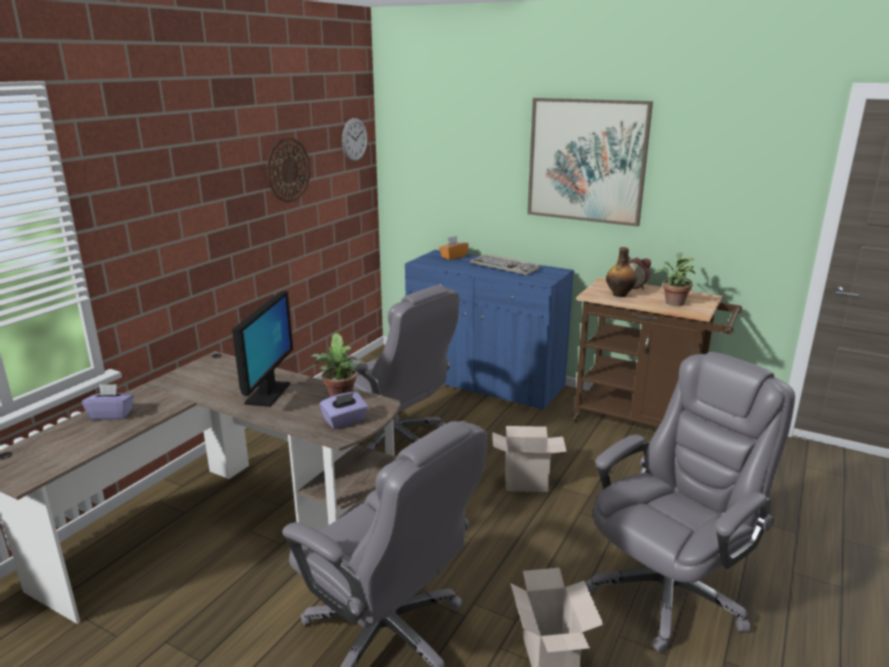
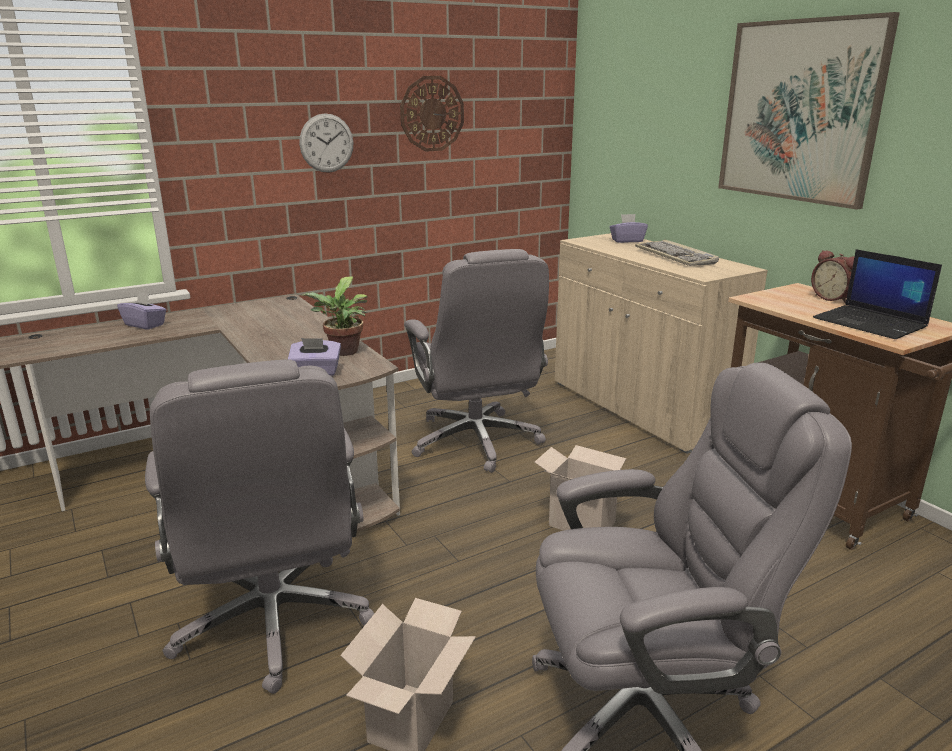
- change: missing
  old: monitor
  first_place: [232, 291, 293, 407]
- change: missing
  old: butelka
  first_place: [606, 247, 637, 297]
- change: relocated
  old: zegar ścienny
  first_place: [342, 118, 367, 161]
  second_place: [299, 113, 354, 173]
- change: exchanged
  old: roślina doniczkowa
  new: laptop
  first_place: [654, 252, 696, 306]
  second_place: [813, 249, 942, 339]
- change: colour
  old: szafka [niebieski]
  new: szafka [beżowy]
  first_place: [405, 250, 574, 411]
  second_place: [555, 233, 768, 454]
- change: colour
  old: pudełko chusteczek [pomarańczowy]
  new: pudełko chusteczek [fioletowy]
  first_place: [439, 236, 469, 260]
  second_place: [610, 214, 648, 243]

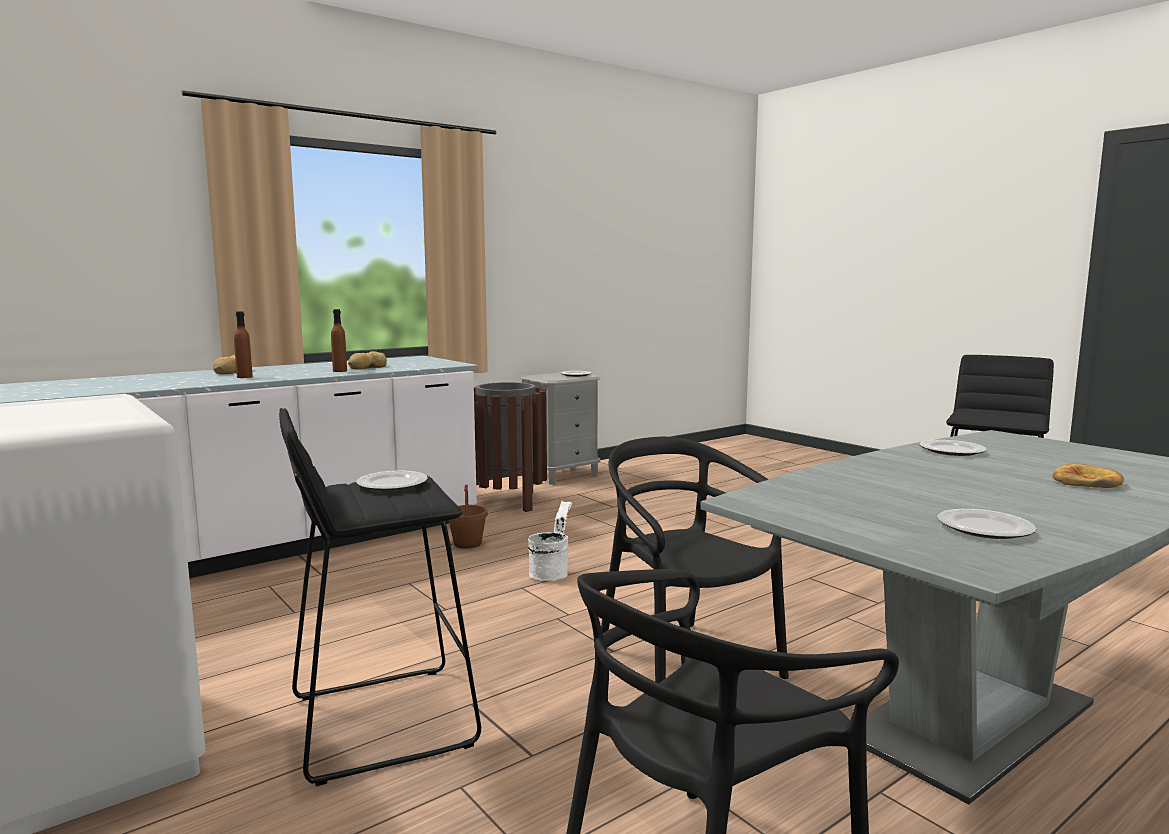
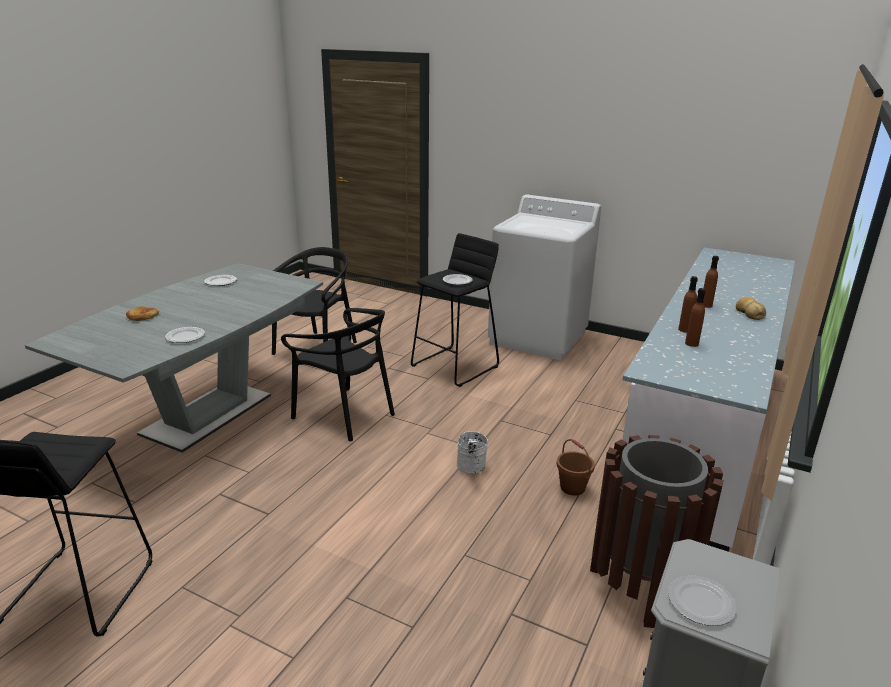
- change: exchanged
  old: chleb
  new: butelka [brązowy]
  first_place: [348, 351, 387, 369]
  second_place: [685, 288, 706, 347]

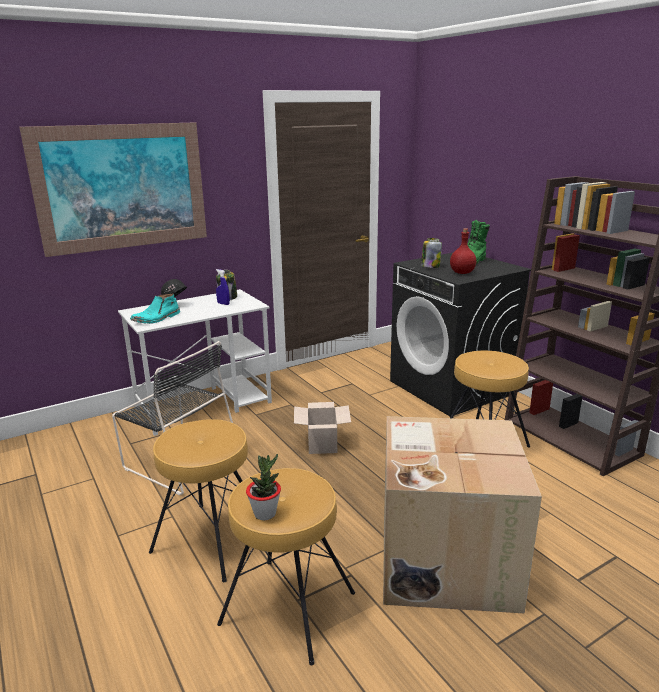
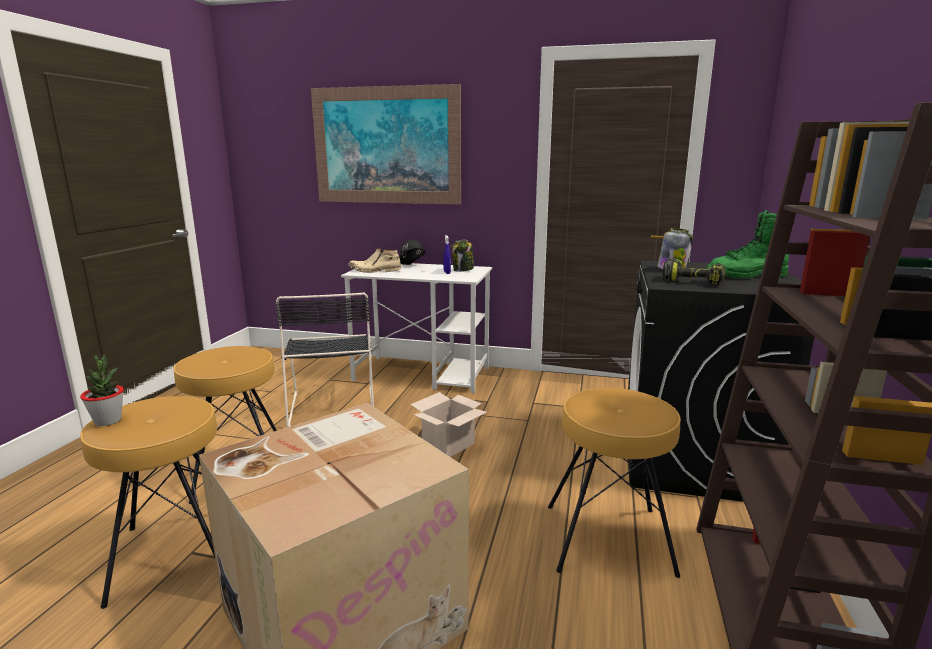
- change: exchanged
  old: butelka [czerwony]
  new: wiertarka
  first_place: [450, 228, 476, 274]
  second_place: [662, 258, 726, 285]
- change: colour
  old: but z cholewką [turkusowy]
  new: but z cholewką [beżowy]
  first_place: [130, 293, 180, 324]
  second_place: [348, 248, 402, 273]

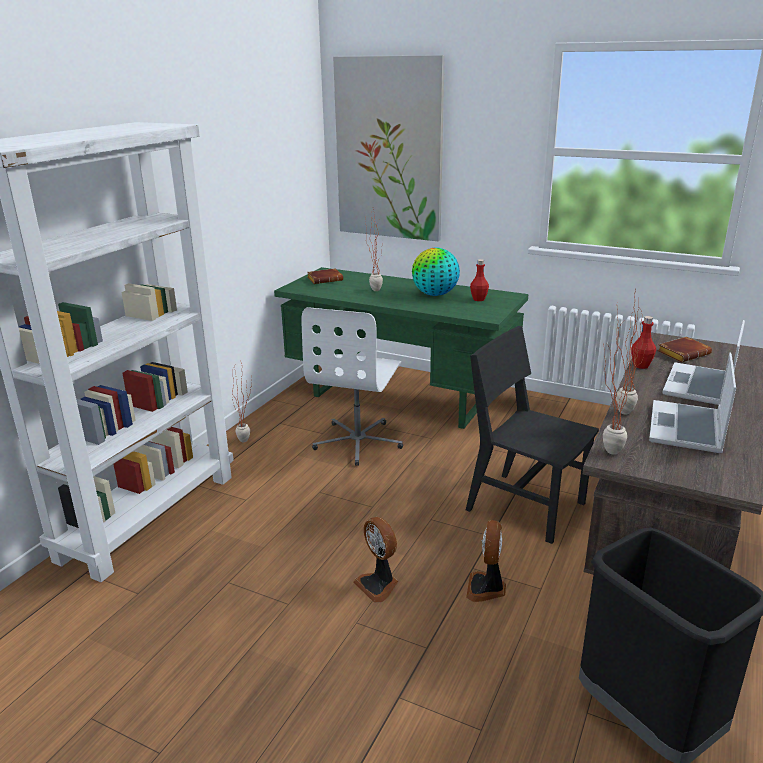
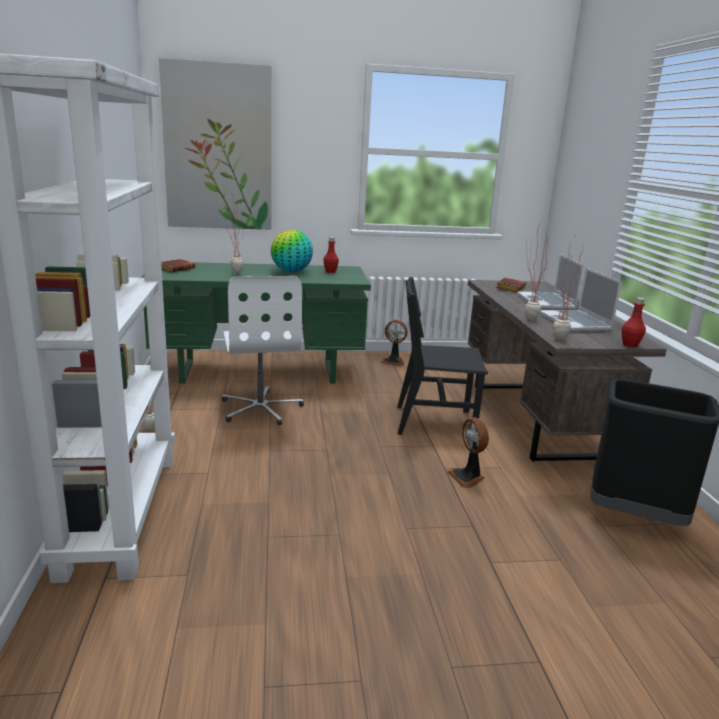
- change: relocated
  old: wentylator
  first_place: [354, 517, 398, 603]
  second_place: [380, 320, 408, 366]
- change: relocated
  old: butelka [czerwony]
  first_place: [631, 316, 656, 369]
  second_place: [622, 297, 646, 348]

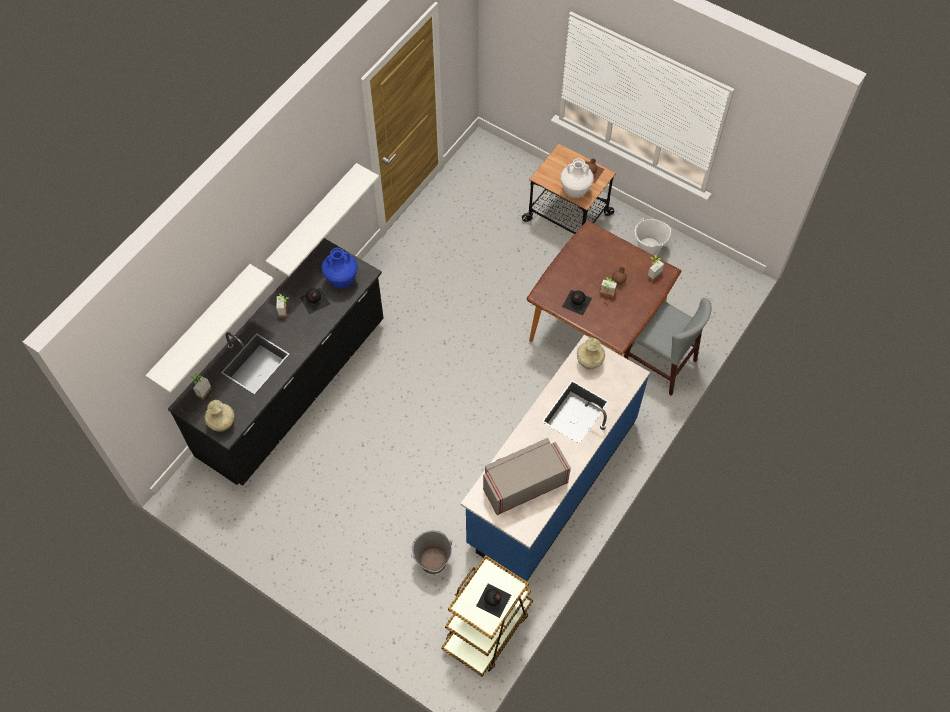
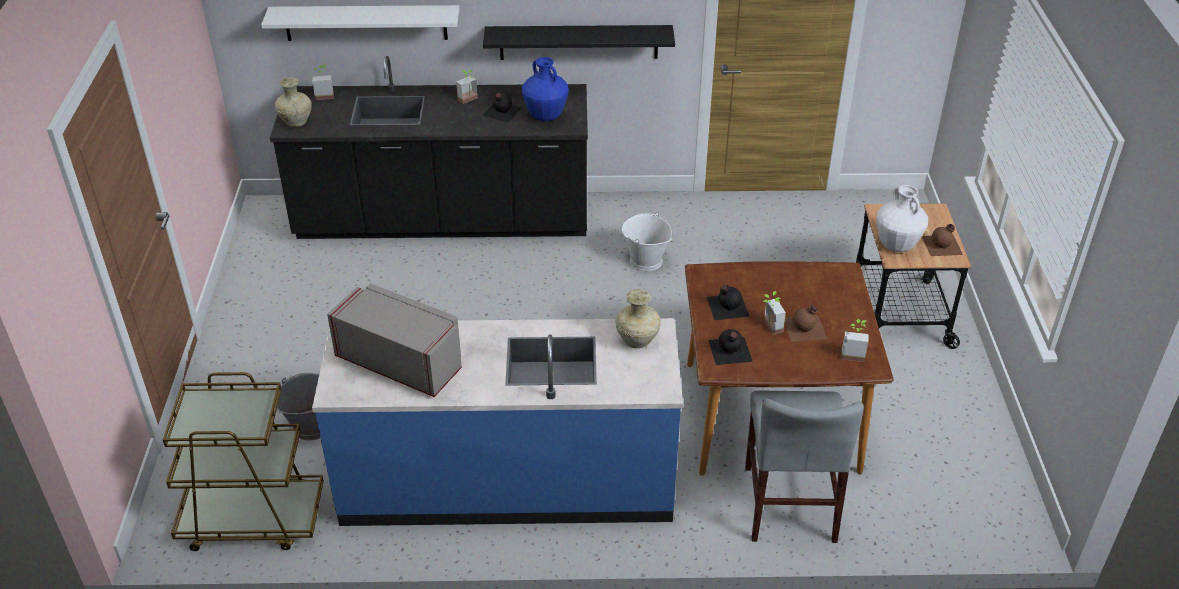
- change: relocated
  old: butelka [czarny]
  first_place: [476, 584, 511, 618]
  second_place: [708, 329, 753, 365]
- change: relocated
  old: wiadro [biały]
  first_place: [635, 218, 671, 256]
  second_place: [622, 212, 672, 272]
- change: colour
  old: półka [biały]
  new: półka [czarny]
  first_place: [266, 163, 379, 276]
  second_place: [483, 25, 675, 60]

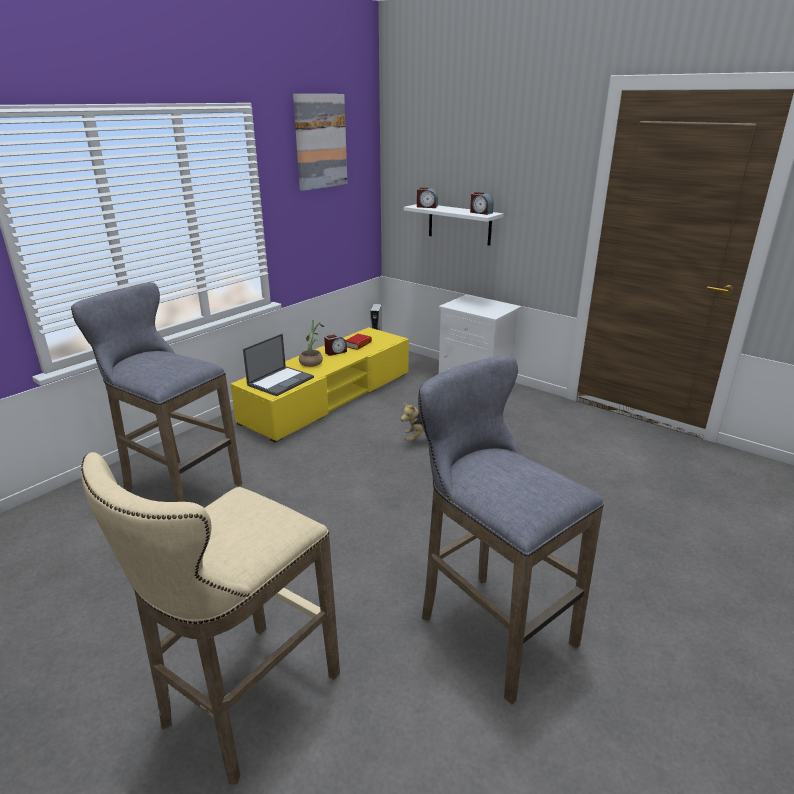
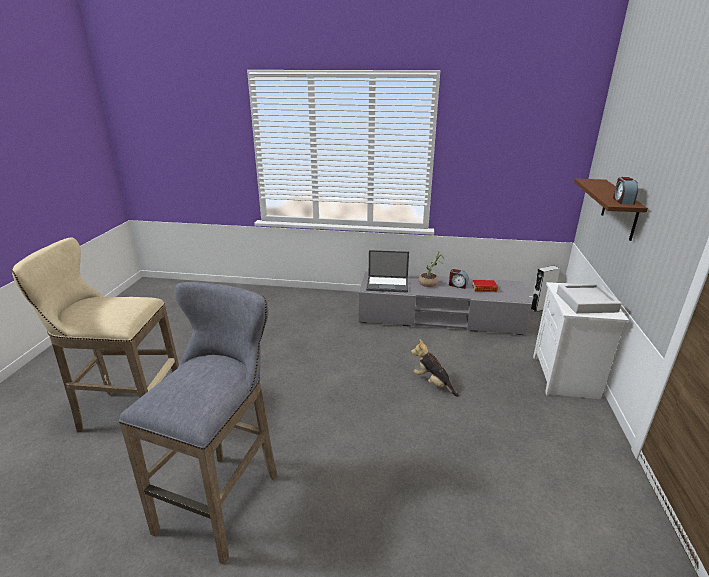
- change: missing
  old: stołek [szary]
  first_place: [71, 282, 242, 502]
- change: missing
  old: obraz
  first_place: [293, 94, 347, 191]
- change: missing
  old: budzik
  first_place: [417, 188, 438, 208]
- change: appeared
  new: taca [szary]
  second_place: [557, 284, 622, 313]
- change: colour
  old: szafka pod telewizor [żółty]
  new: szafka pod telewizor [szary]
  first_place: [230, 327, 409, 442]
  second_place: [359, 272, 532, 335]
- change: colour
  old: półka [biały]
  new: półka [brązowy]
  first_place: [404, 204, 503, 246]
  second_place: [574, 179, 648, 241]

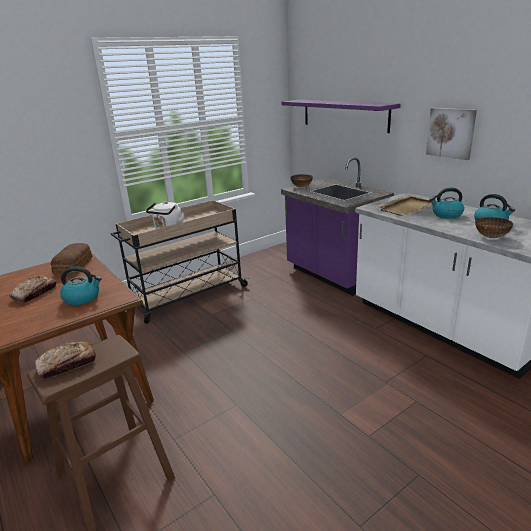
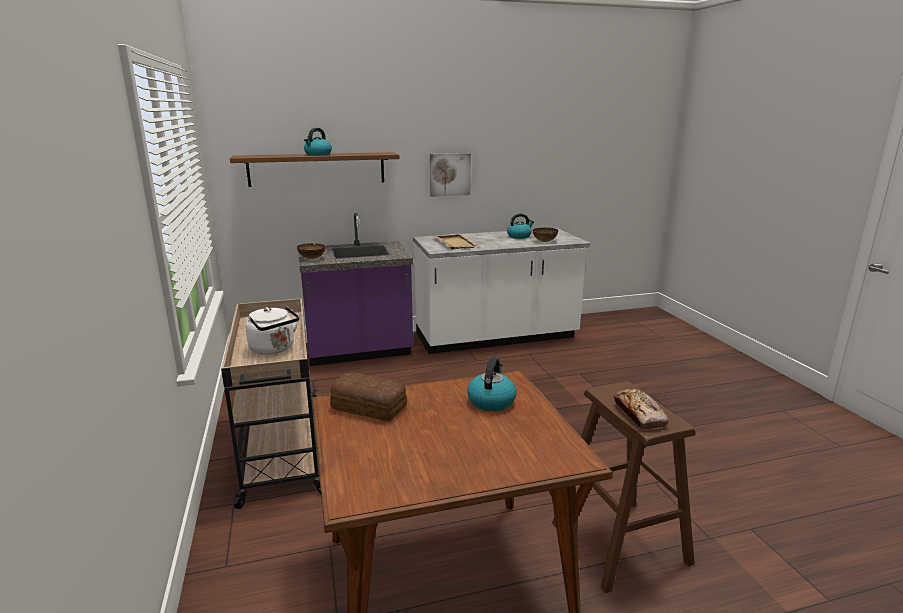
- change: missing
  old: chleb
  first_place: [9, 276, 56, 303]
- change: relocated
  old: czajnik
  first_place: [429, 187, 464, 219]
  second_place: [304, 128, 332, 156]
- change: colour
  old: półka [fioletowy]
  new: półka [brązowy]
  first_place: [281, 100, 401, 133]
  second_place: [230, 152, 399, 187]

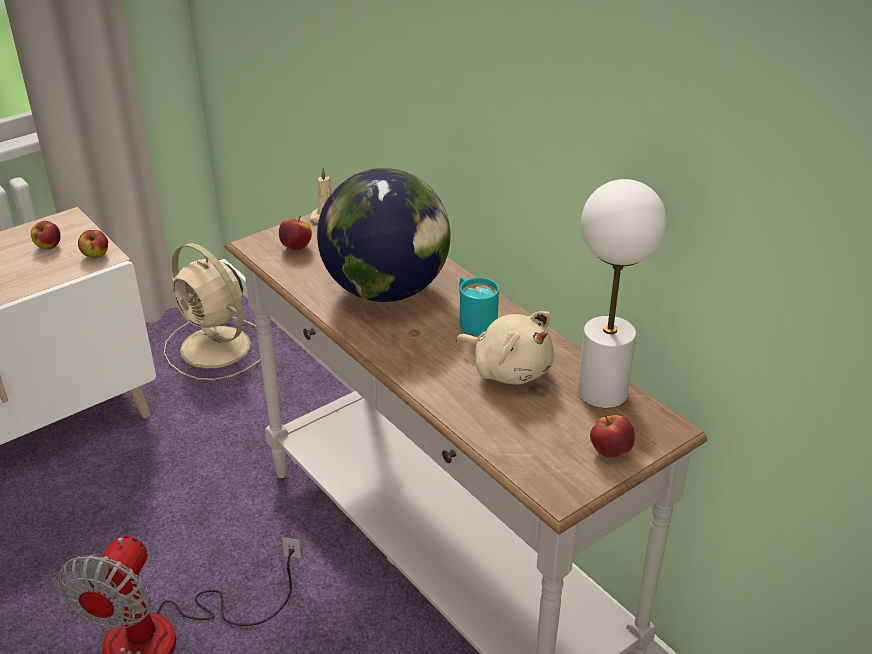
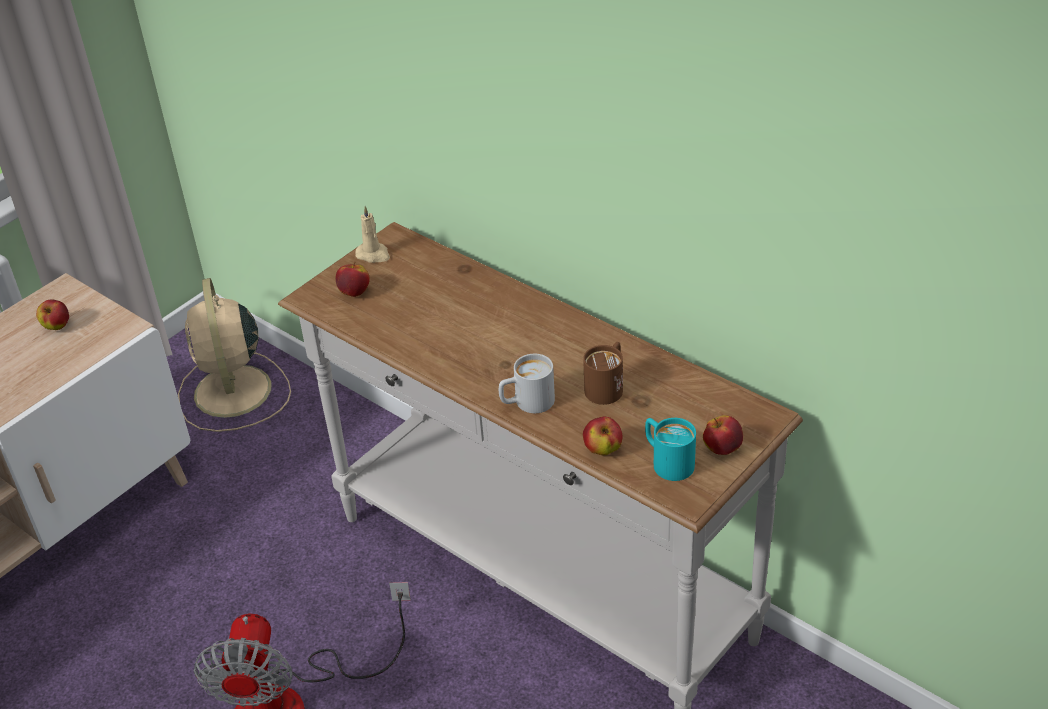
- change: missing
  old: globus
  first_place: [317, 168, 450, 302]
- change: missing
  old: lampa stołowa [biały]
  first_place: [578, 179, 666, 408]
- change: appeared
  new: kubek [biały]
  second_place: [499, 354, 555, 413]
- change: relocated
  old: jabłko
  first_place: [78, 230, 108, 258]
  second_place: [583, 416, 623, 455]
- change: relocated
  old: kubek [turkusowy]
  first_place: [459, 276, 499, 336]
  second_place: [645, 418, 696, 481]
- change: exchanged
  old: pluszak [beżowy]
  new: kubek [brązowy]
  first_place: [456, 311, 554, 384]
  second_place: [583, 342, 623, 405]
- change: spun
  old: wentylator [beżowy]
  first_place: [164, 243, 260, 380]
  second_place: [178, 278, 291, 432]
  degrees: 45

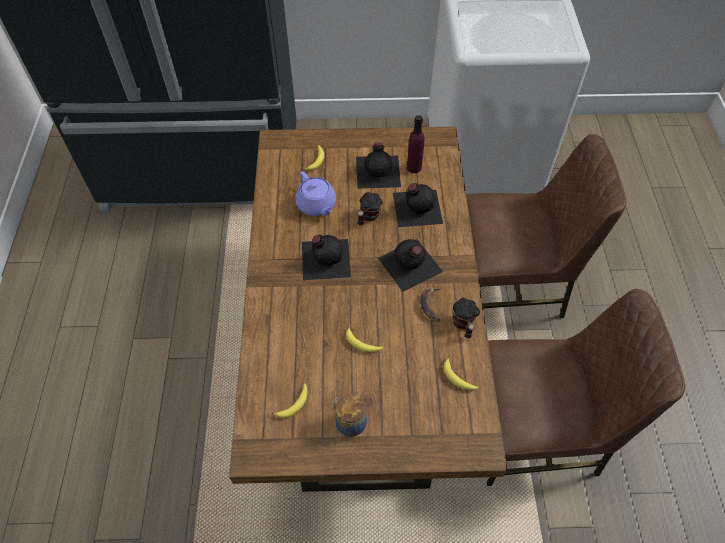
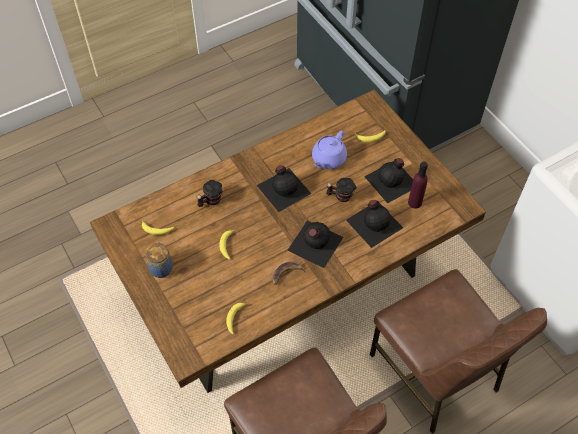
- change: relocated
  old: kubek
  first_place: [452, 298, 480, 338]
  second_place: [196, 180, 222, 207]

